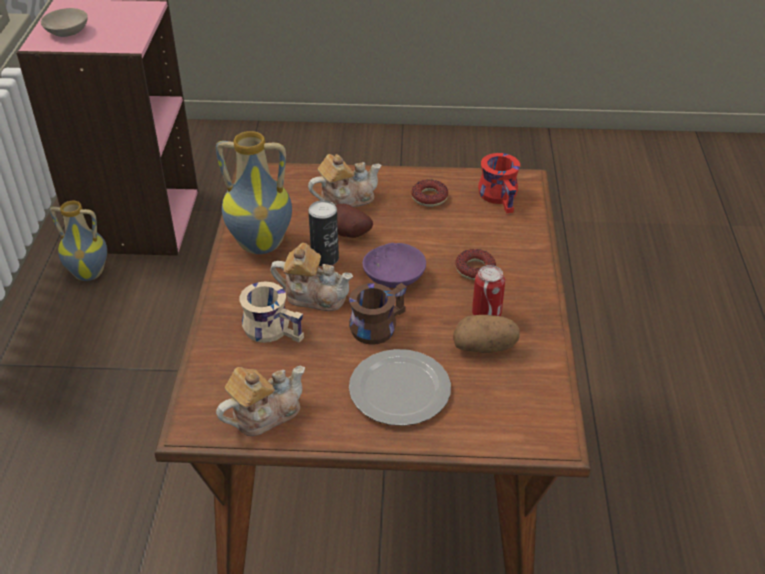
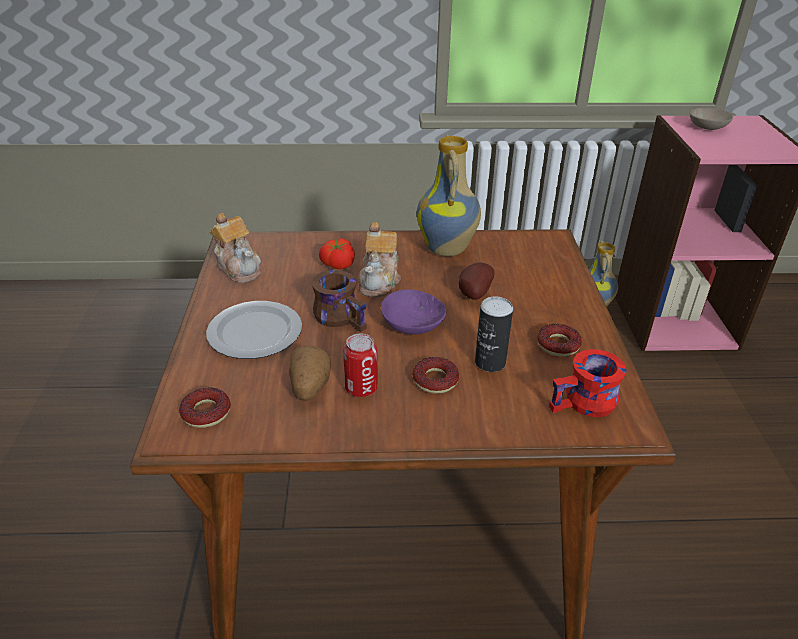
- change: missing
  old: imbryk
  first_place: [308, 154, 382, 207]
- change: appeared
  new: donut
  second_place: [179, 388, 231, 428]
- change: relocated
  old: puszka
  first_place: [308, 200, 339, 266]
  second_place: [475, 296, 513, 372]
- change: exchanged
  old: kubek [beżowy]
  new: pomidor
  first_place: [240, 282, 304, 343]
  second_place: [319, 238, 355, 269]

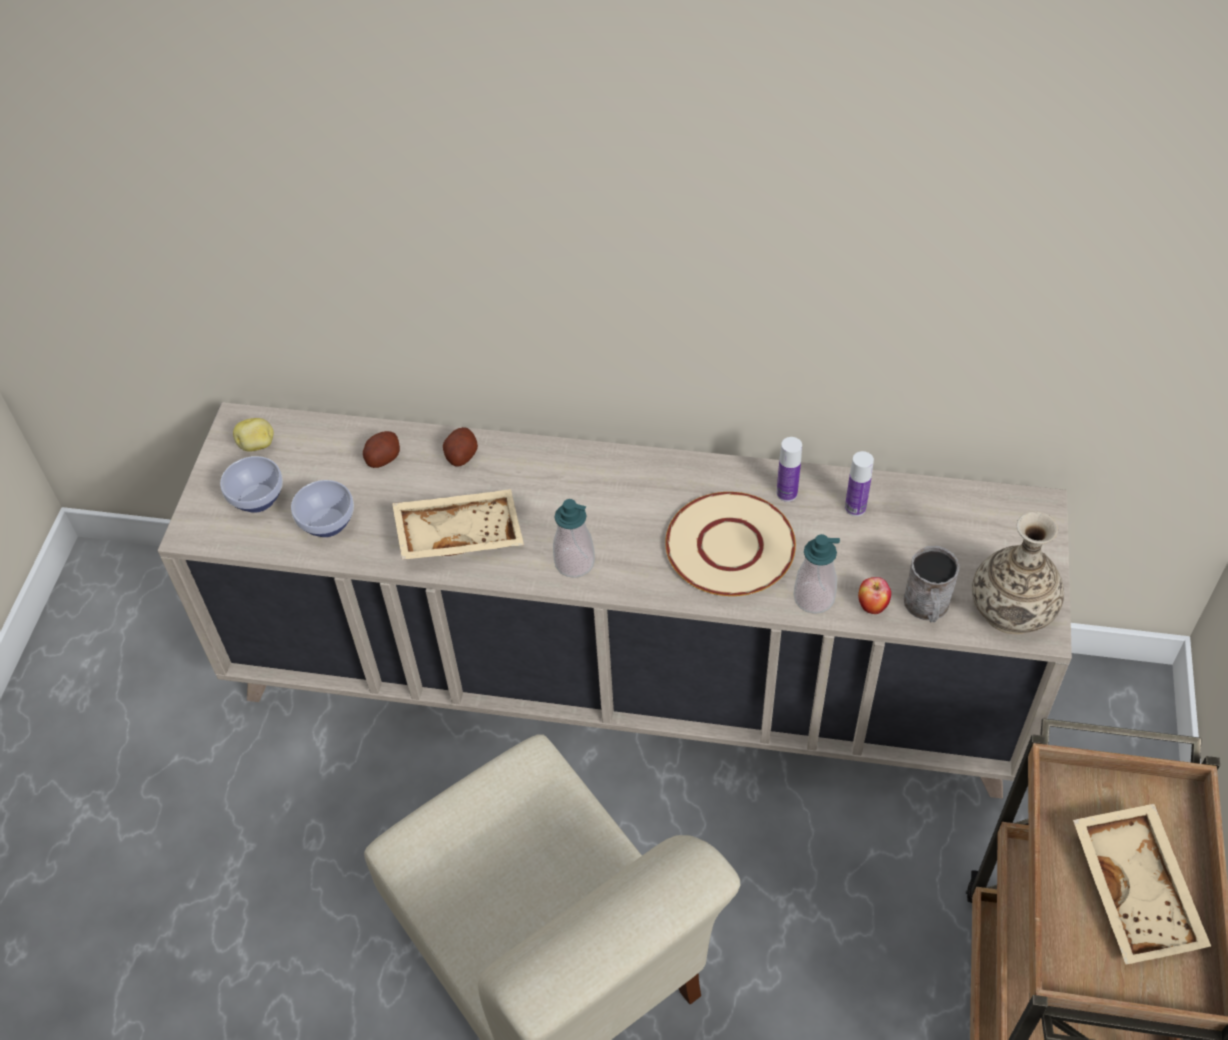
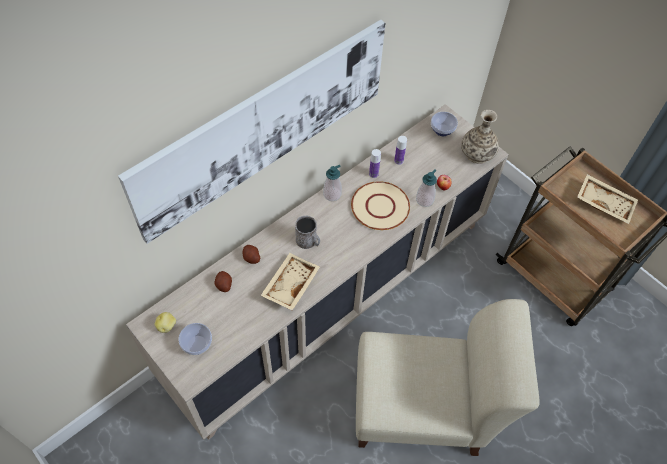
- change: appeared
  new: obraz
  second_place: [118, 20, 386, 244]
- change: relocated
  old: miska
  first_place: [291, 480, 354, 537]
  second_place: [431, 112, 458, 136]
- change: relocated
  old: dozownik mydła
  first_place: [553, 499, 595, 578]
  second_place: [323, 165, 342, 201]
- change: relocated
  old: kubek [szary]
  first_place: [904, 546, 960, 622]
  second_place: [295, 216, 320, 249]

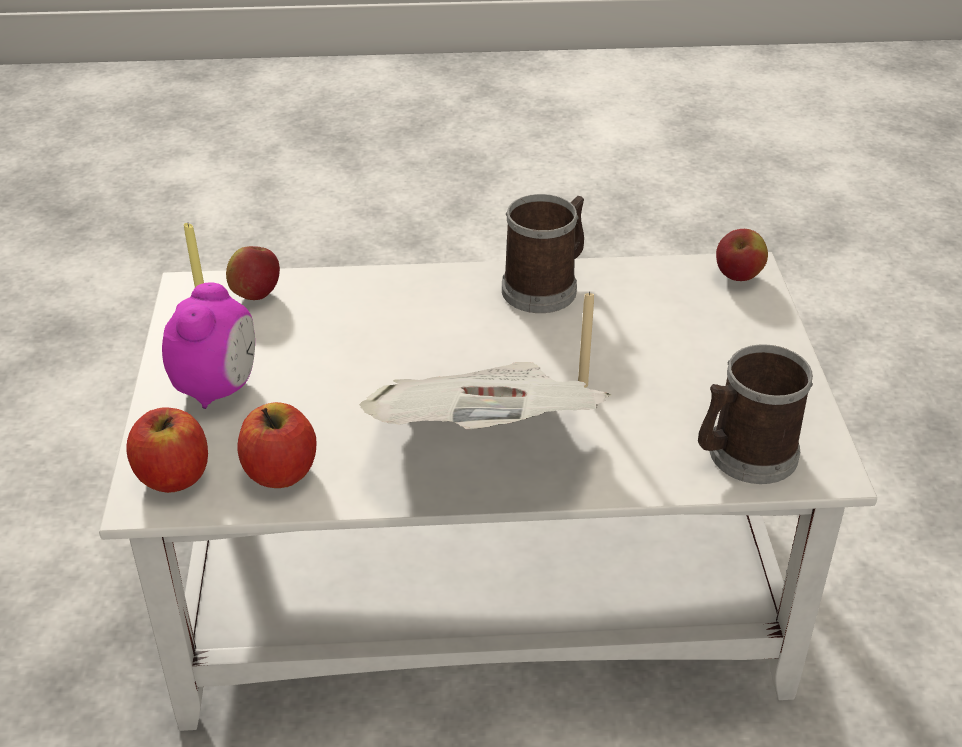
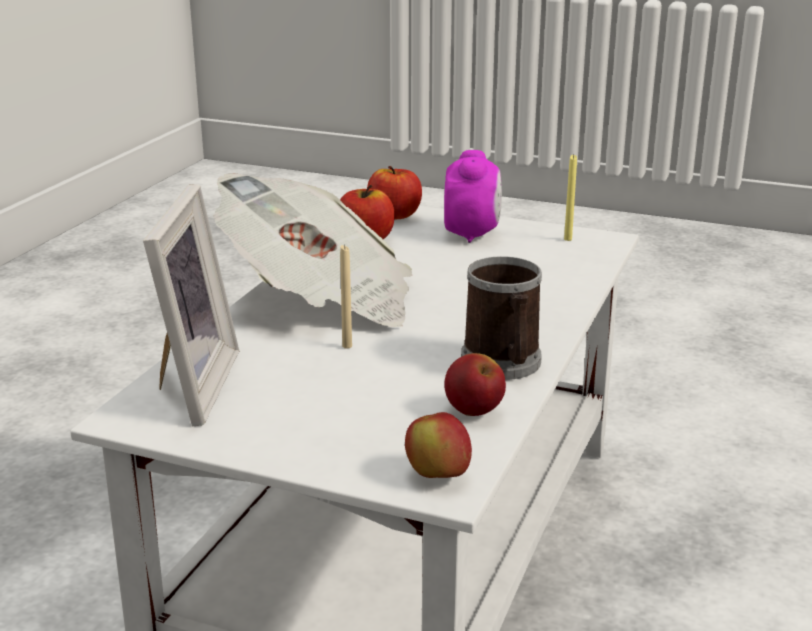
- change: relocated
  old: jabłko
  first_place: [226, 246, 280, 300]
  second_place: [444, 353, 506, 416]
- change: exchanged
  old: kubek
  new: ramka na zdjęcie
  first_place: [698, 344, 813, 484]
  second_place: [143, 184, 239, 426]
- change: spun
  old: budzik
  first_place: [162, 282, 255, 409]
  second_place: [444, 150, 502, 243]
  degrees: -120

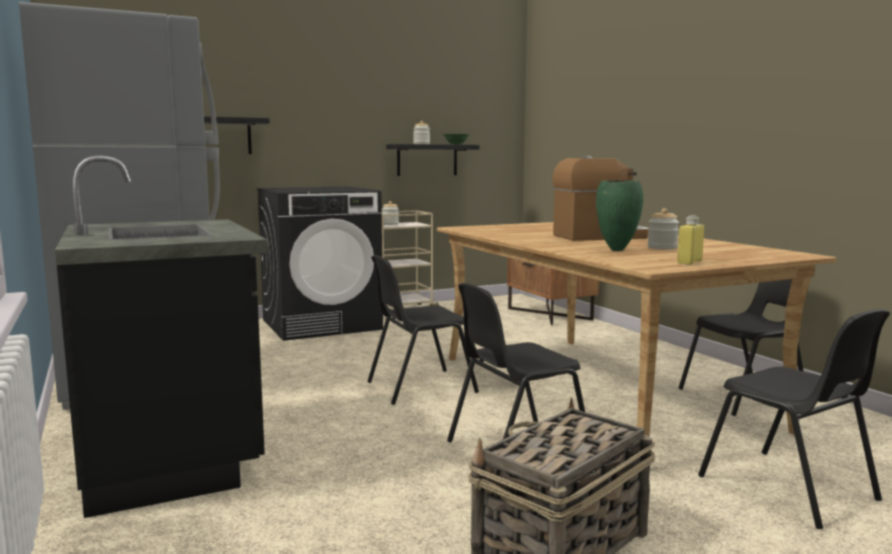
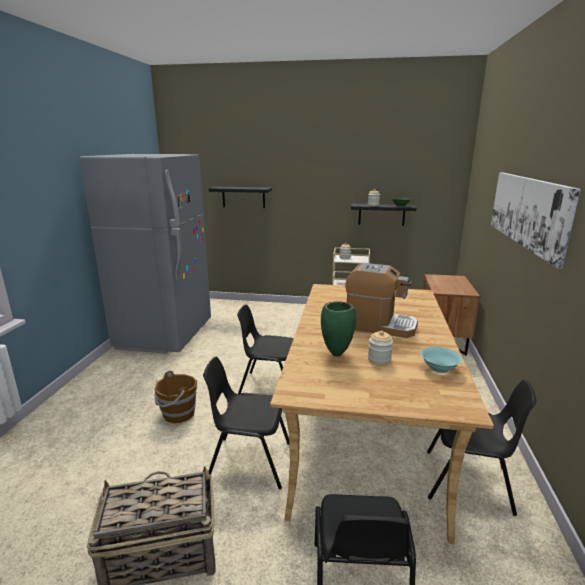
- change: missing
  old: zabudowa kuchenna [czarny]
  first_place: [55, 156, 268, 518]
- change: missing
  old: pralka [czarny]
  first_place: [257, 187, 383, 341]
- change: missing
  old: butelka [żółty]
  first_place: [677, 215, 704, 265]
- change: appeared
  new: wiadro [brązowy]
  second_place: [154, 371, 197, 423]
- change: appeared
  new: miska [turkusowy]
  second_place: [421, 347, 463, 373]
- change: appeared
  new: obraz
  second_place: [491, 172, 581, 268]

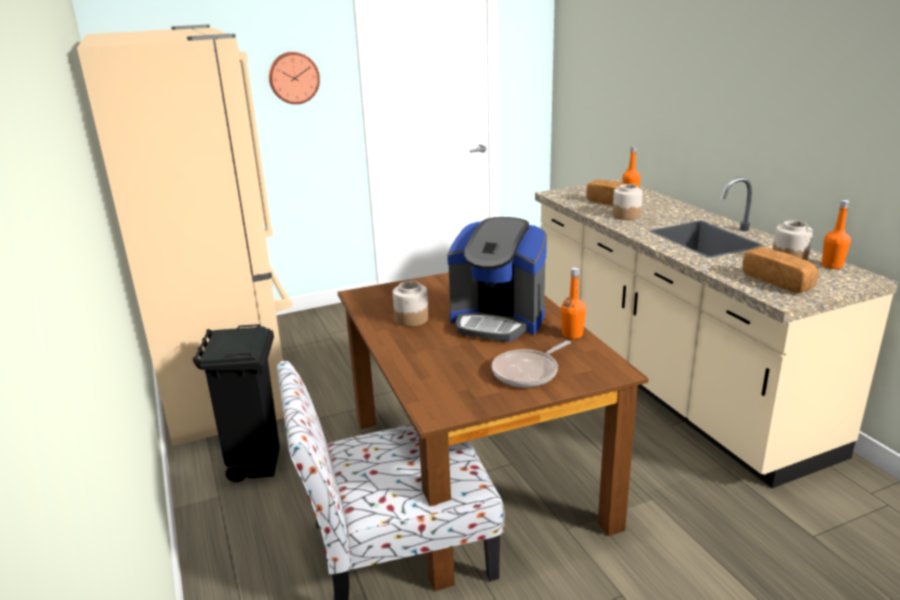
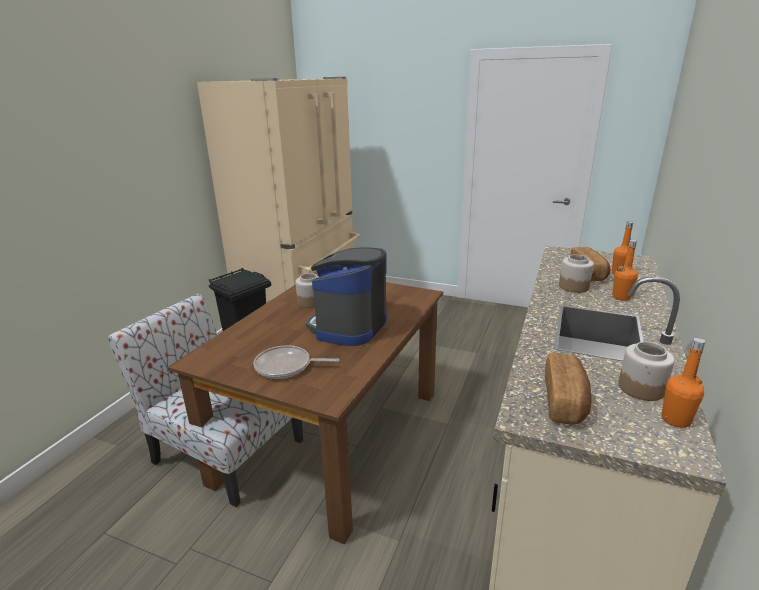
- change: missing
  old: zegar ścienny
  first_place: [269, 52, 320, 104]
- change: relocated
  old: butelka [pomarańczowy]
  first_place: [561, 267, 586, 339]
  second_place: [612, 240, 638, 301]
- change: spun
  old: ekspres do kawy
  first_place: [447, 217, 547, 341]
  second_place: [306, 247, 387, 346]
  degrees: 45

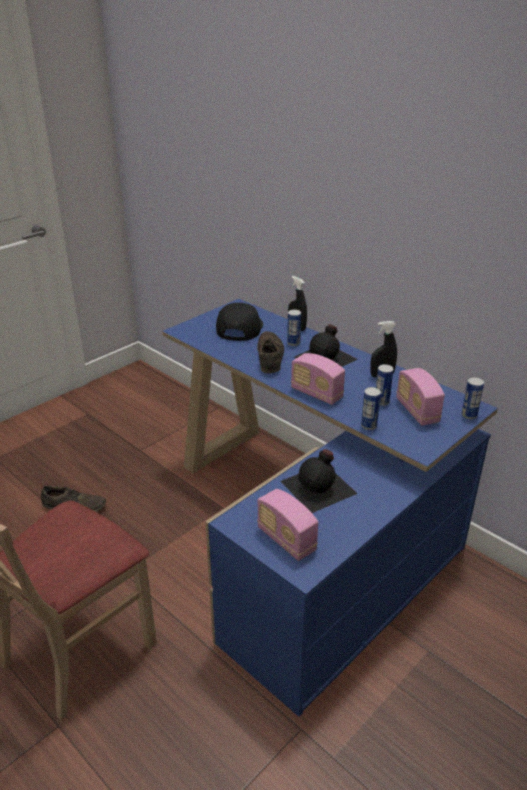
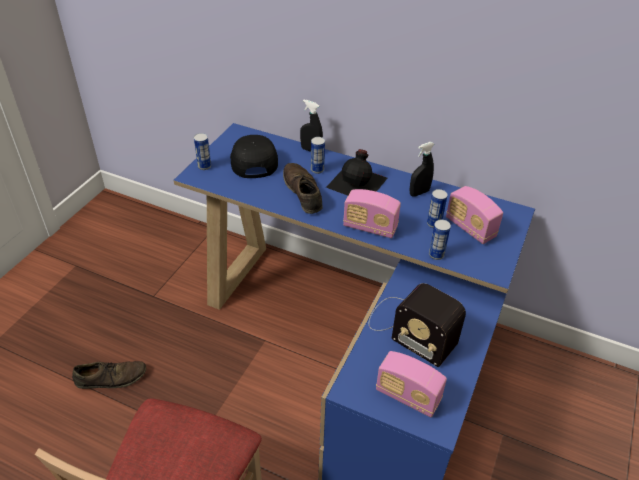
- change: relocated
  old: puszka
  first_place: [461, 377, 484, 419]
  second_place: [194, 133, 211, 170]
- change: exchanged
  old: butelka [czarny]
  new: radio
  first_place: [281, 449, 357, 513]
  second_place: [369, 283, 466, 367]

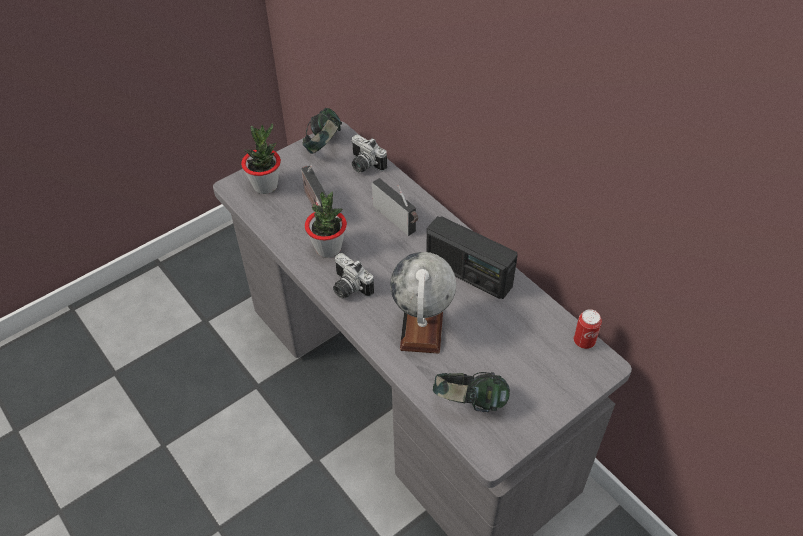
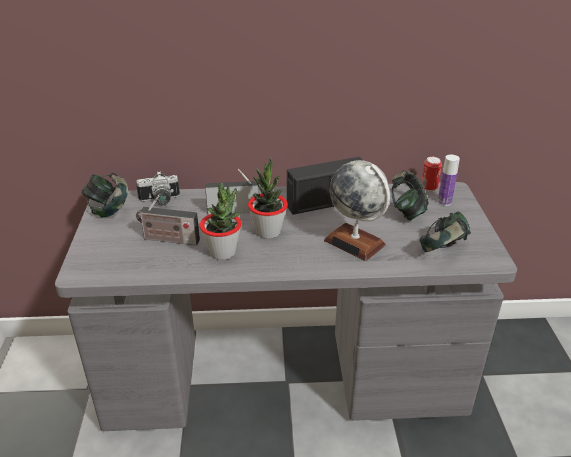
- change: missing
  old: aparat fotograficzny
  first_place: [333, 253, 374, 299]
- change: appeared
  new: słuchawki
  second_place: [392, 170, 429, 221]
- change: appeared
  new: butelka
  second_place: [438, 155, 460, 206]
- change: relocated
  old: roślina doniczkowa
  first_place: [241, 123, 281, 194]
  second_place: [248, 157, 288, 239]

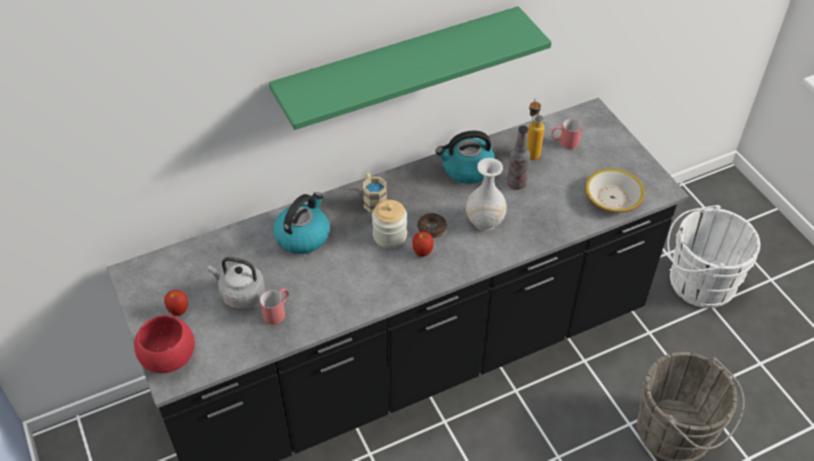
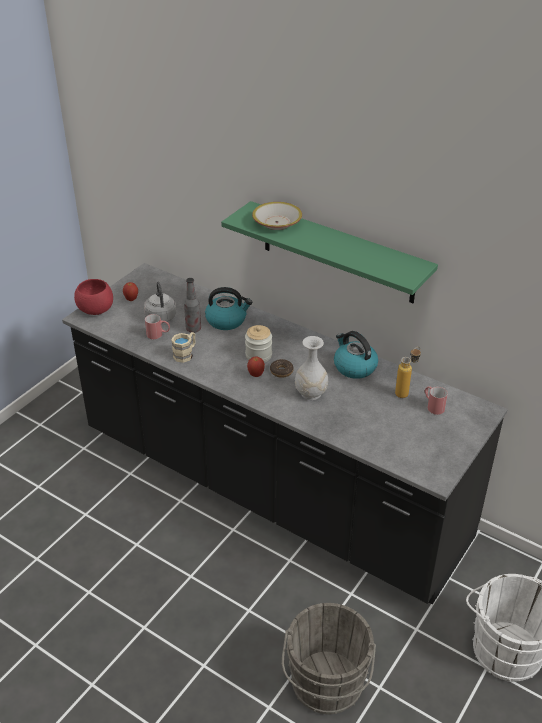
- change: relocated
  old: kubek [beżowy]
  first_place: [363, 172, 387, 213]
  second_place: [171, 332, 195, 363]
- change: relocated
  old: butelka
  first_place: [507, 125, 530, 190]
  second_place: [184, 278, 201, 333]
- change: relocated
  old: miska
  first_place: [585, 168, 645, 213]
  second_place: [252, 202, 302, 230]

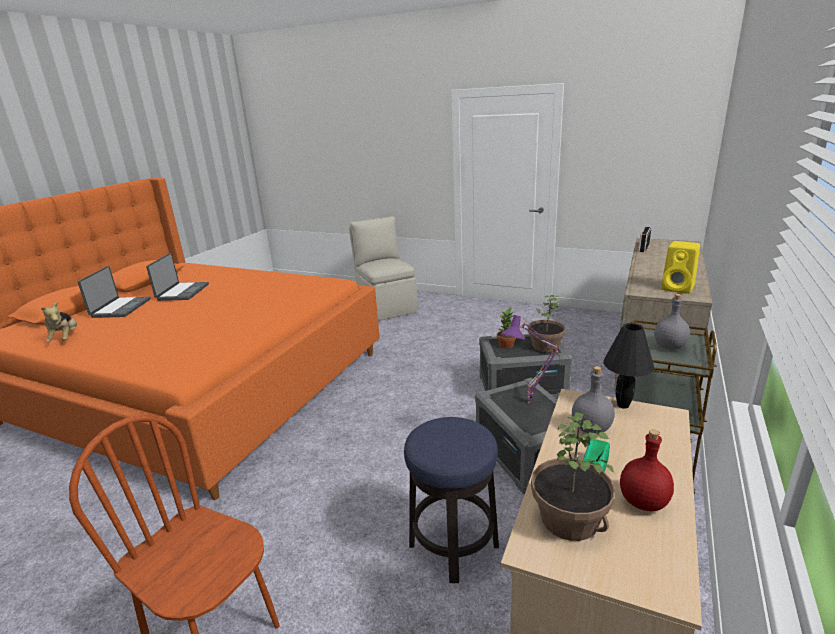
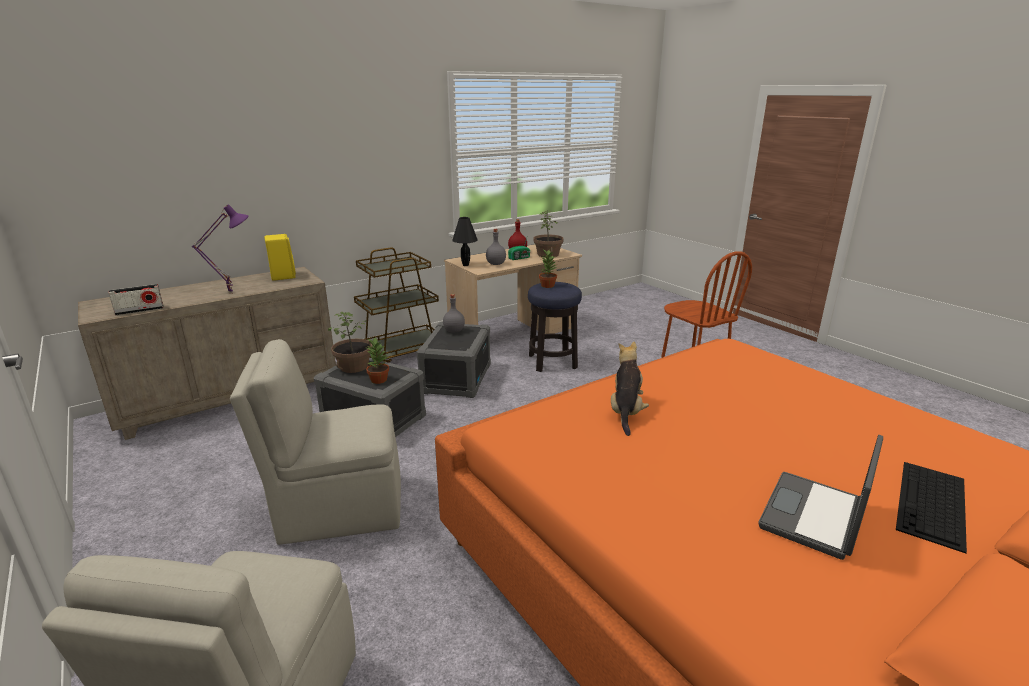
- change: appeared
  new: krzesło [beżowy]
  second_place: [230, 339, 401, 545]
- change: appeared
  new: roślina doniczkowa
  second_place: [539, 250, 557, 288]
- change: relocated
  old: pluszak
  first_place: [41, 301, 77, 342]
  second_place: [611, 341, 649, 436]
- change: relocated
  old: lampa stołowa [fioletowy]
  first_place: [501, 315, 560, 403]
  second_place: [192, 204, 249, 294]
- change: relocated
  old: butelka [szary]
  first_place: [654, 294, 690, 350]
  second_place: [443, 294, 465, 333]
- change: exchanged
  old: laptop
  new: klawiatura
  first_place: [78, 266, 151, 318]
  second_place: [896, 462, 967, 553]

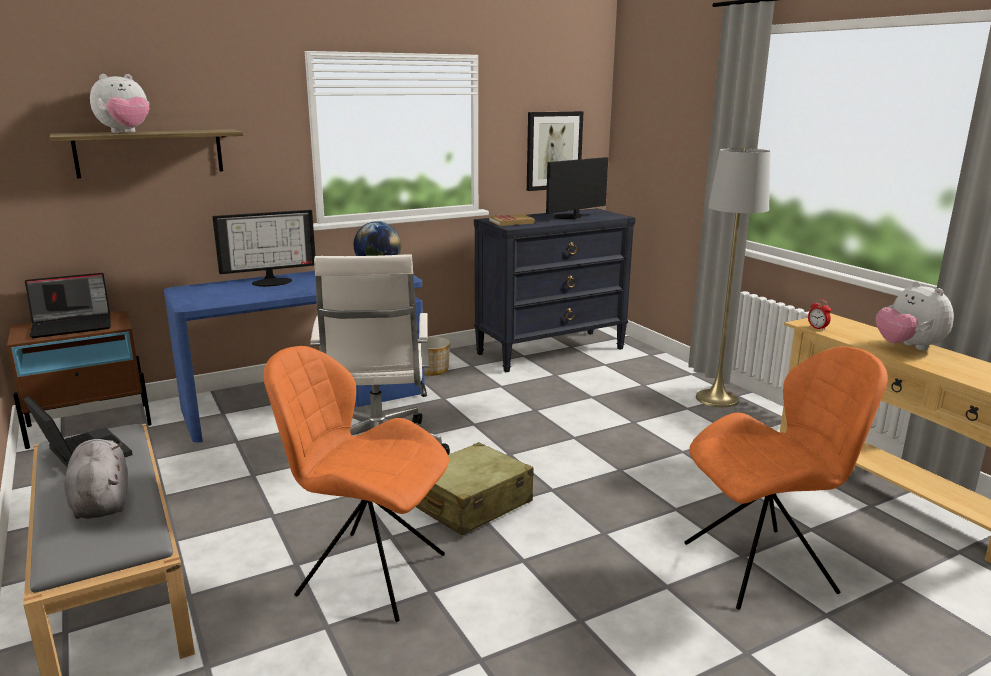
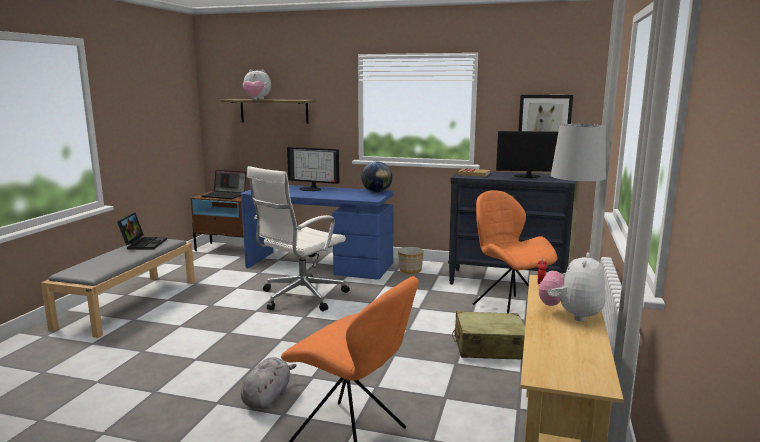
- change: relocated
  old: pluszak [szary]
  first_place: [64, 439, 128, 519]
  second_place: [241, 357, 297, 409]
- change: relocated
  old: krzesło [pomarańczowy]
  first_place: [263, 346, 449, 622]
  second_place: [473, 190, 557, 313]
- change: relocated
  old: walizka [beżowy]
  first_place: [416, 442, 534, 535]
  second_place: [452, 311, 525, 360]

